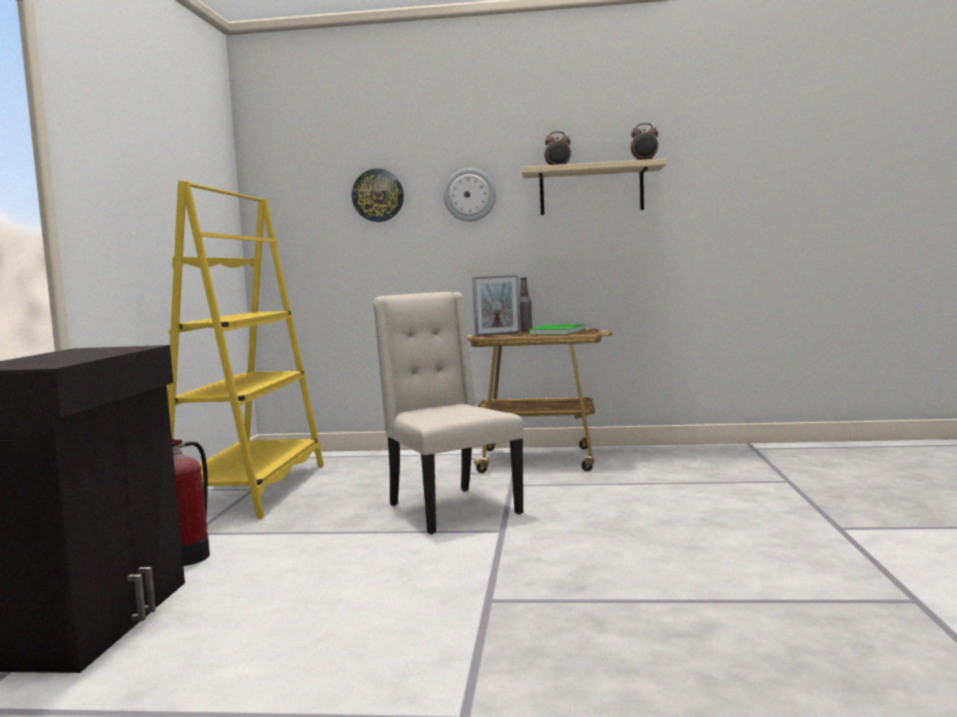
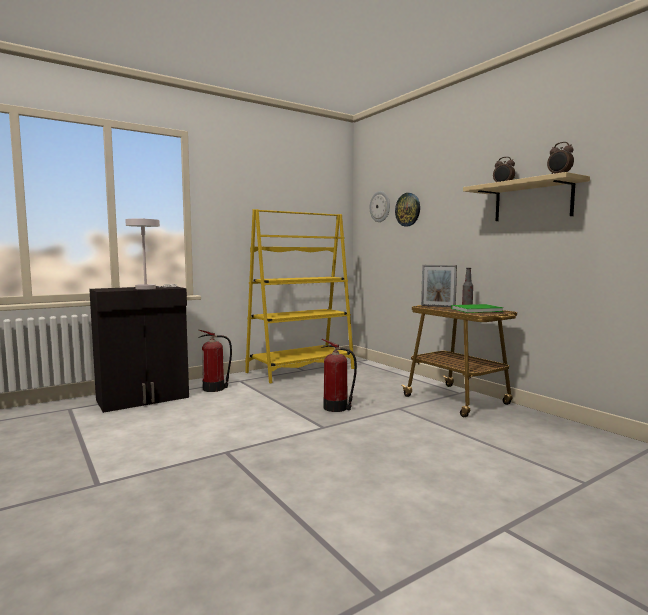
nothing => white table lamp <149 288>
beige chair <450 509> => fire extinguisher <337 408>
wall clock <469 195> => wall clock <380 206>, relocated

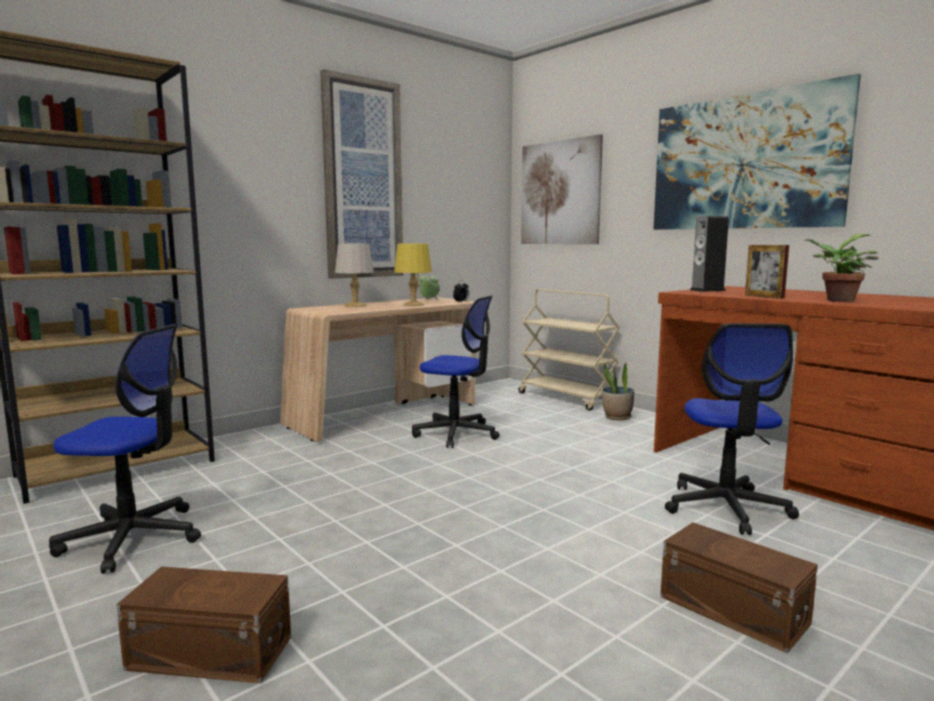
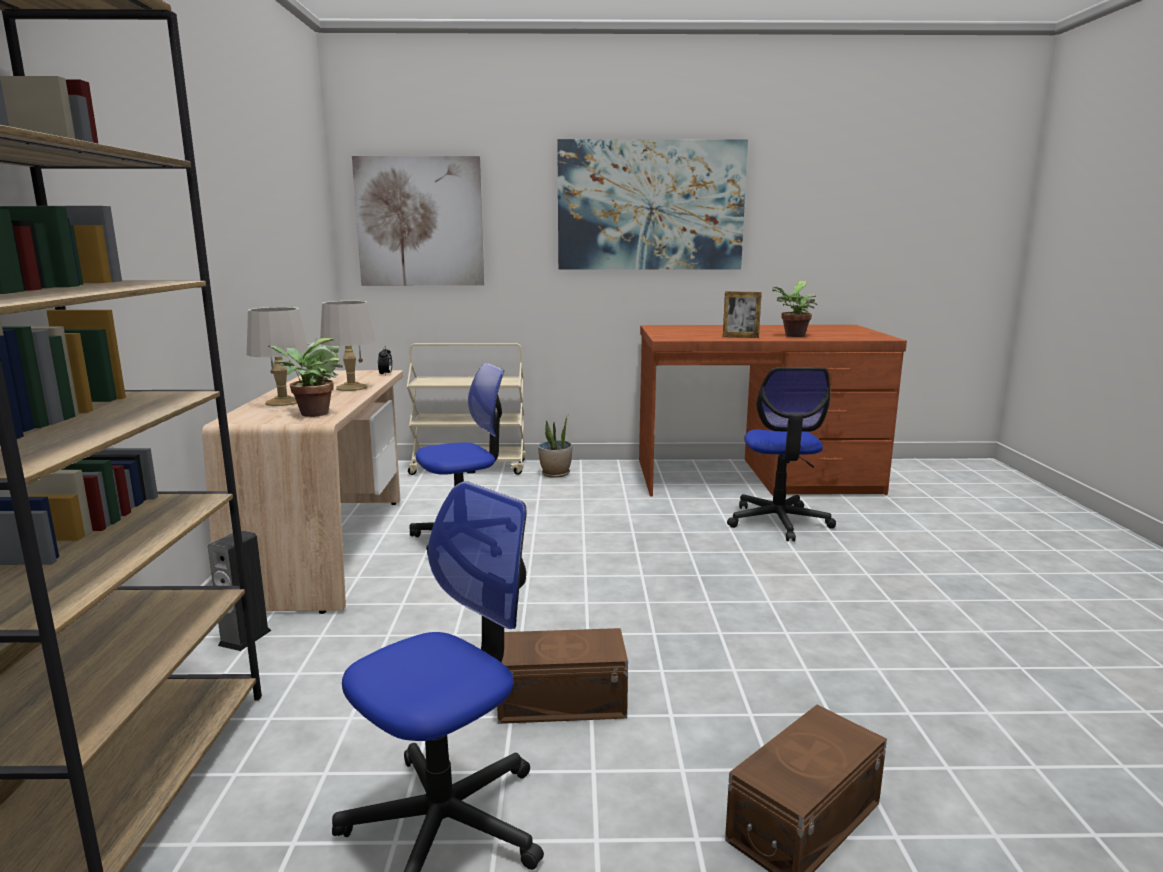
speaker <707 290> => speaker <245 638>, relocated
nothing => potted plant <310 414>
yellow table lamp <413 304> => grey table lamp <351 387>
brown storage box <732 608> => brown storage box <559 700>, relocated
office chair <726 508> => office chair <778 522>, 45 degrees clockwise
picture <362 180> => nothing

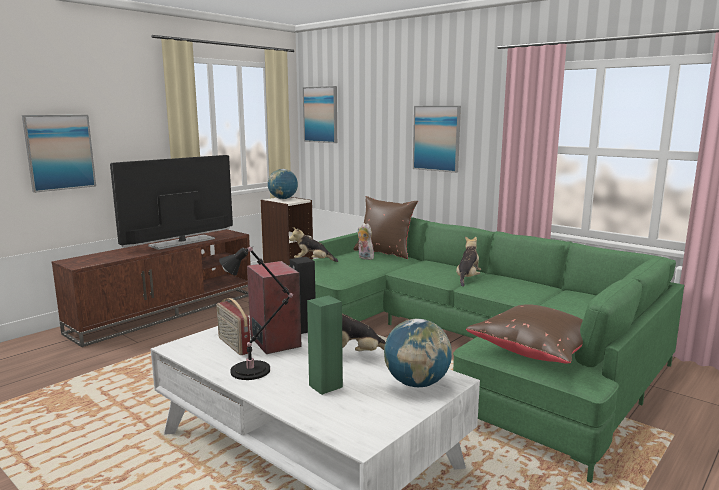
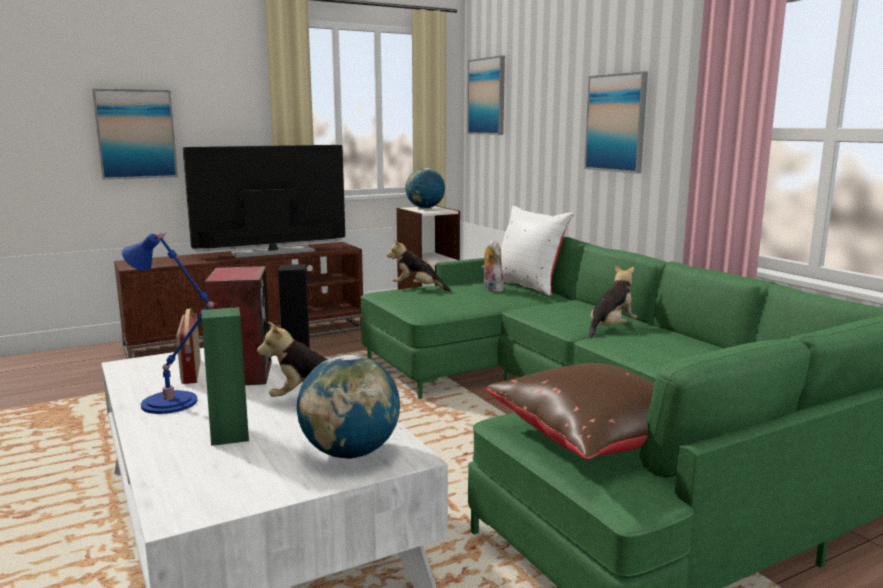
black table lamp <254 370> => blue table lamp <173 404>
brown pillow <384 252> => white pillow <528 285>

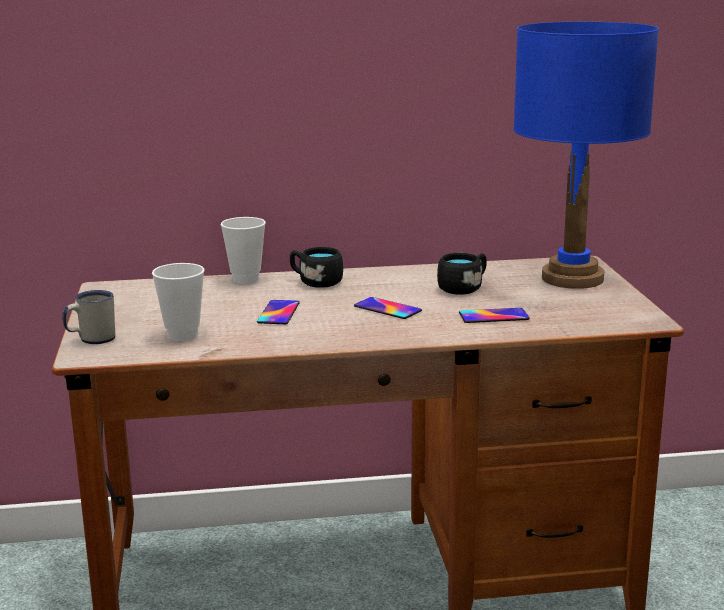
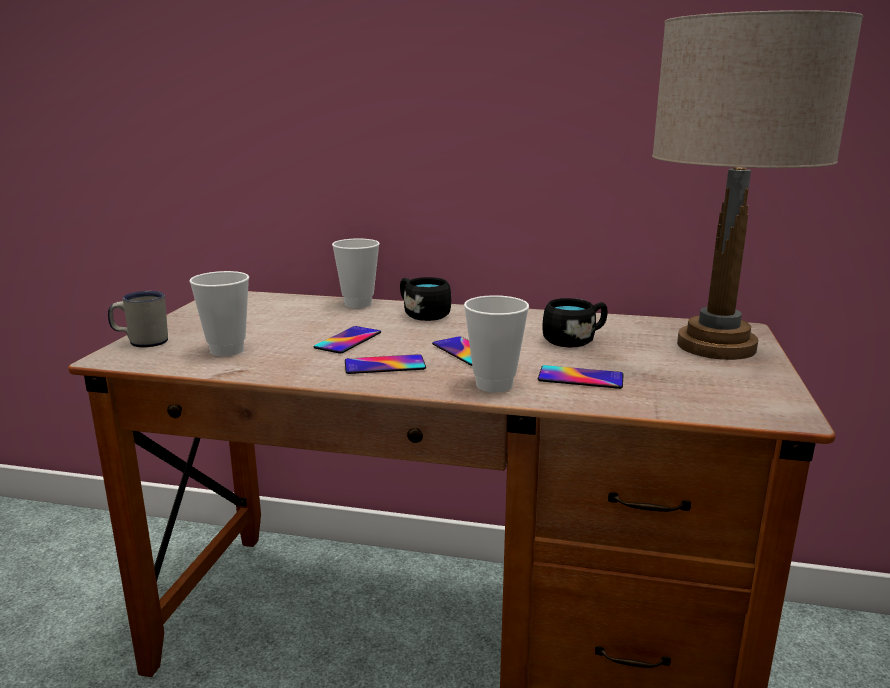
nothing => phone <384 365>
nothing => cup <494 385>
blue table lamp <573 279> => beige table lamp <716 346>

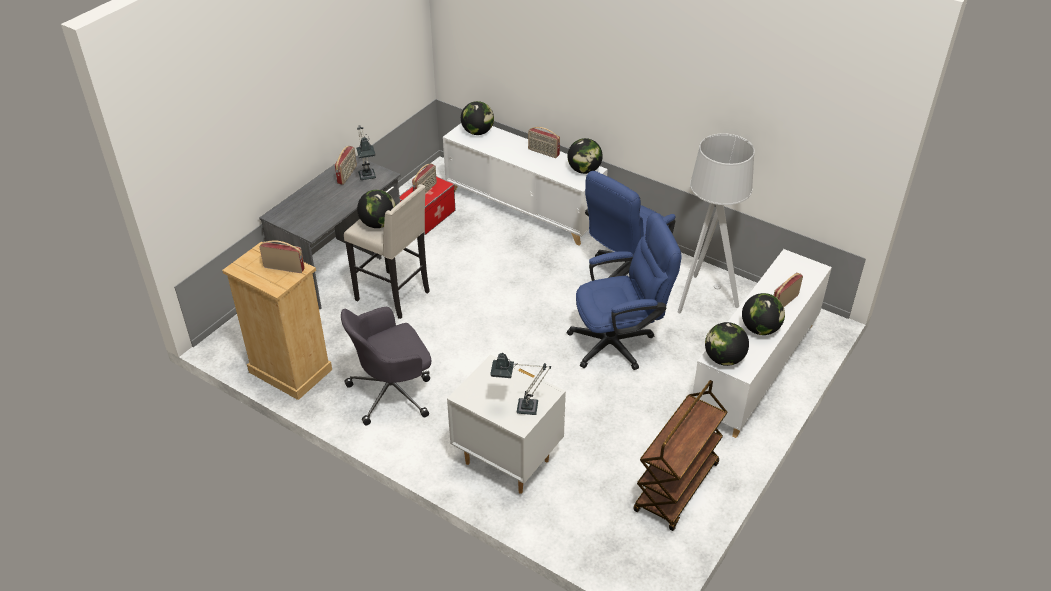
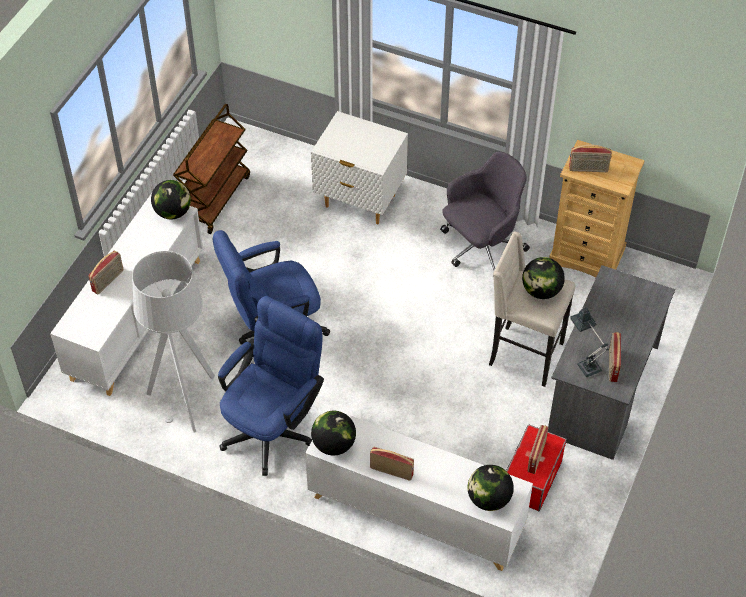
table lamp <521 407> => nothing
globe <760 329> => nothing

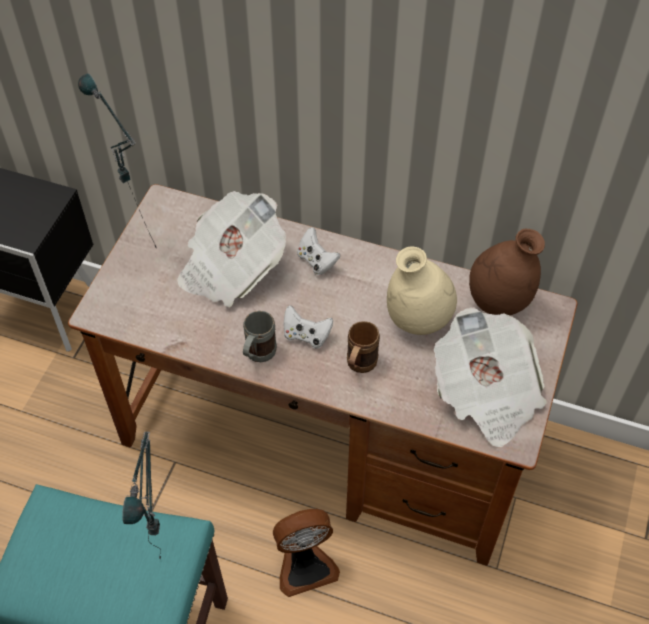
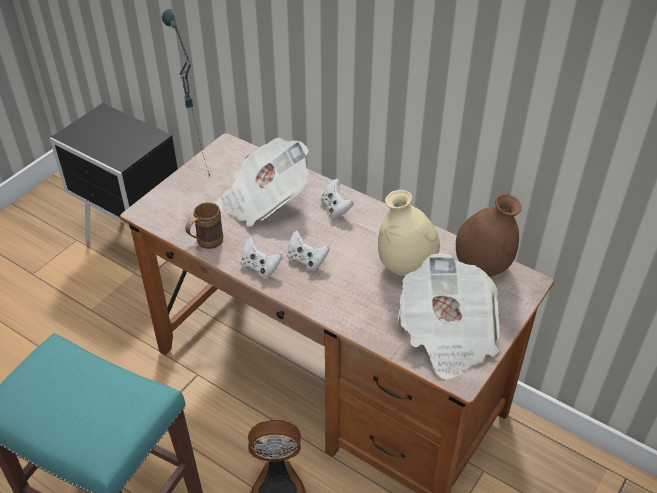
brown mug <358 367> => brown mug <205 244>, relocated
grey mug <257 356> => white game controller <260 267>
table lamp <170 571> => nothing

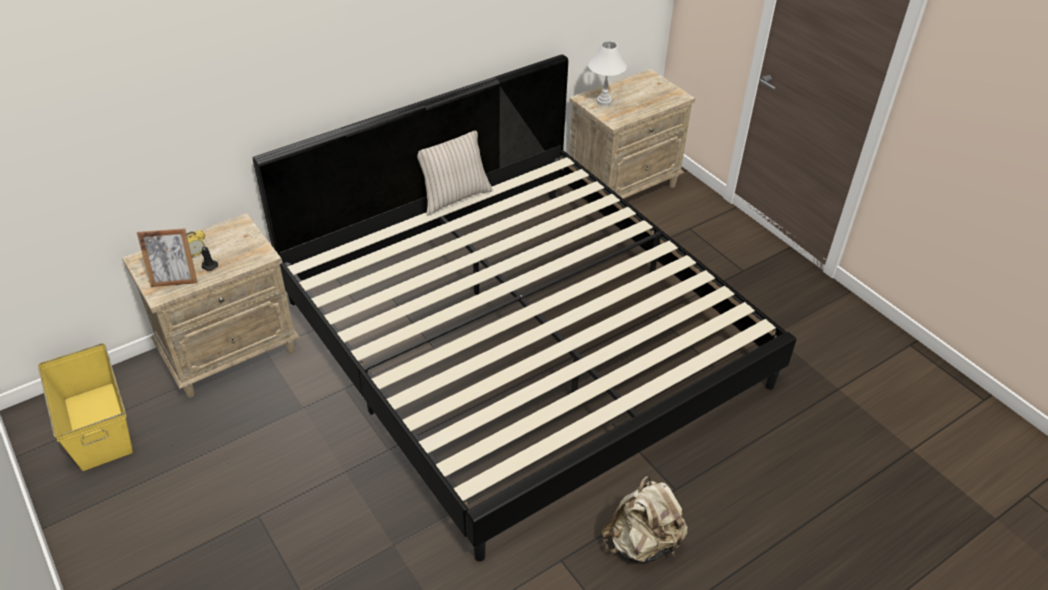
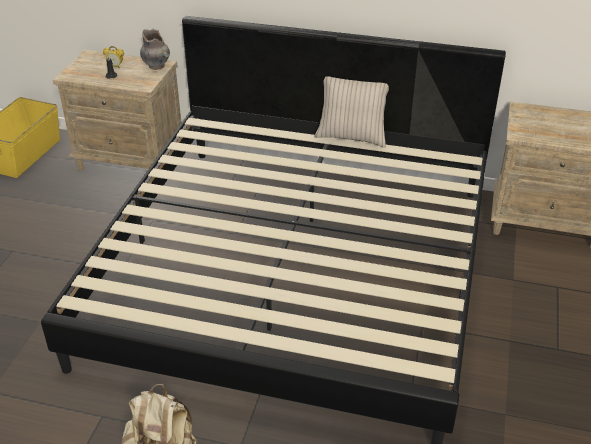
nothing => grey vase <157 66>
picture frame <175 280> => nothing
white table lamp <603 101> => nothing

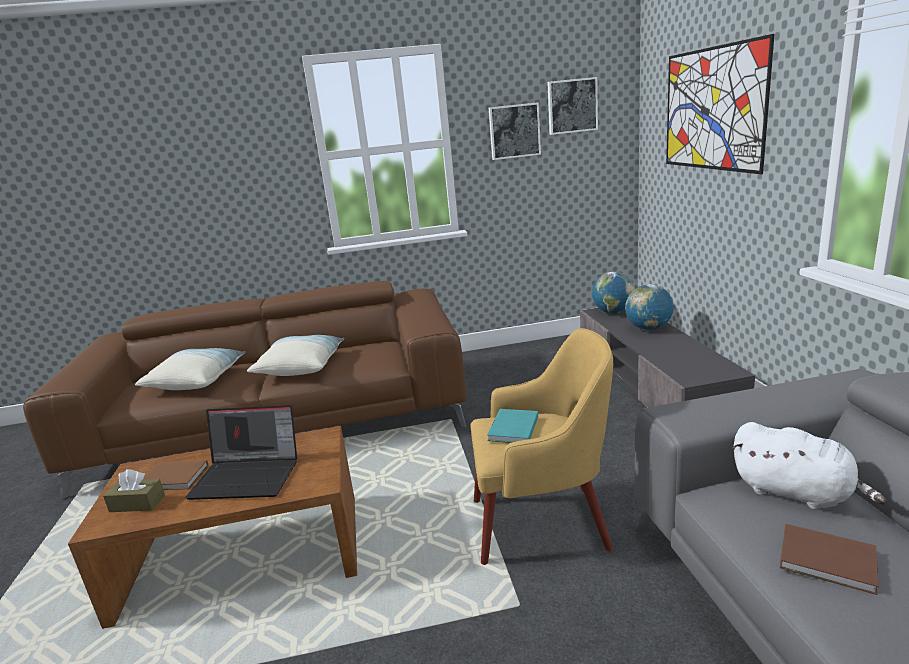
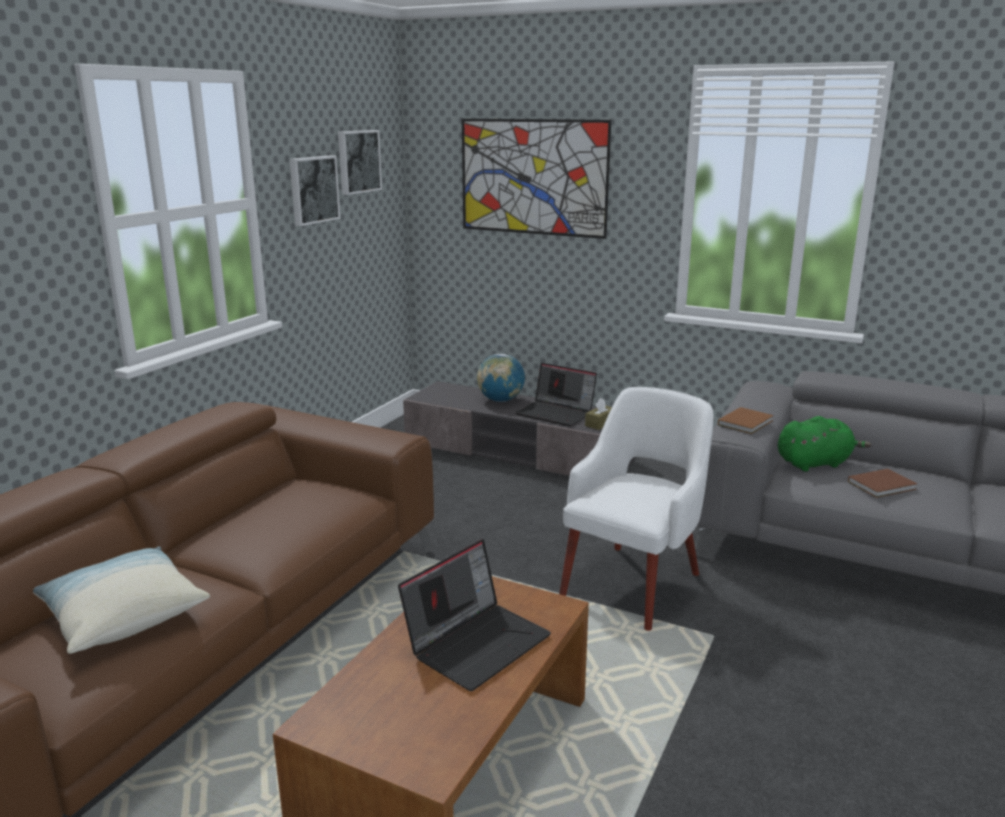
nothing => laptop <556 413>
yellow armchair <543 523> => white armchair <634 583>
brown tissue box <137 503> => brown tissue box <600 423>, relocated
brown book <175 478> => brown book <746 422>, relocated
white plush toy <796 493> => green plush toy <815 463>
pillow <301 367> => nothing
turquoise book <512 429> => nothing
globe <613 312> => nothing

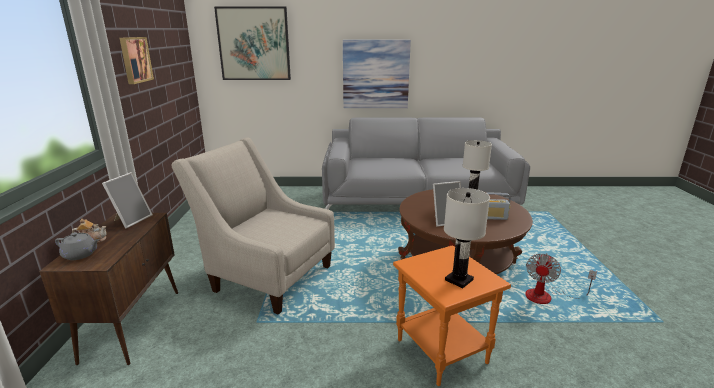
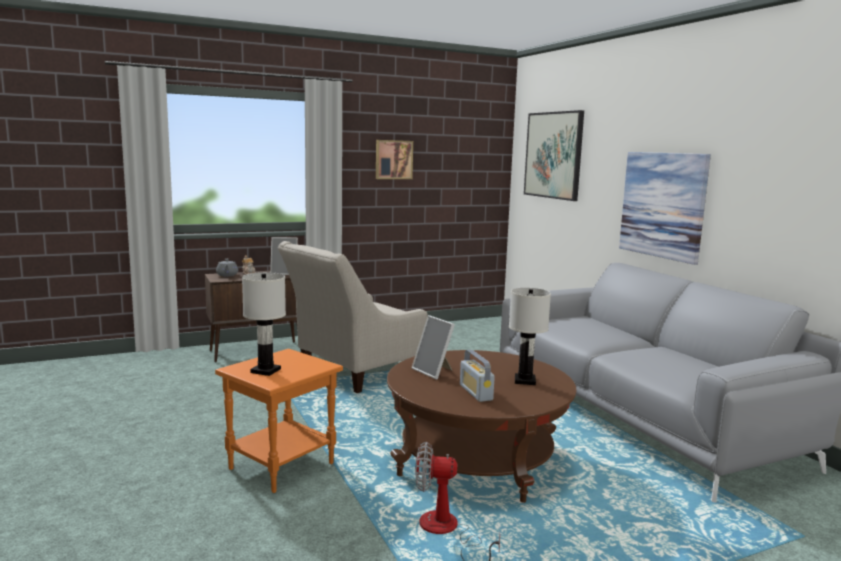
beige armchair <266 276> => beige armchair <353 373>, 135 degrees counterclockwise

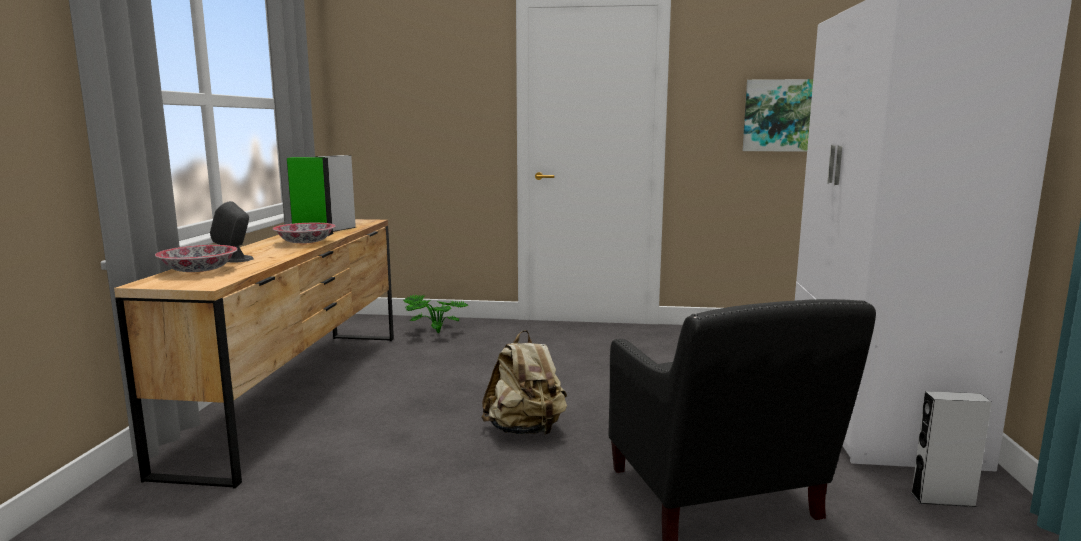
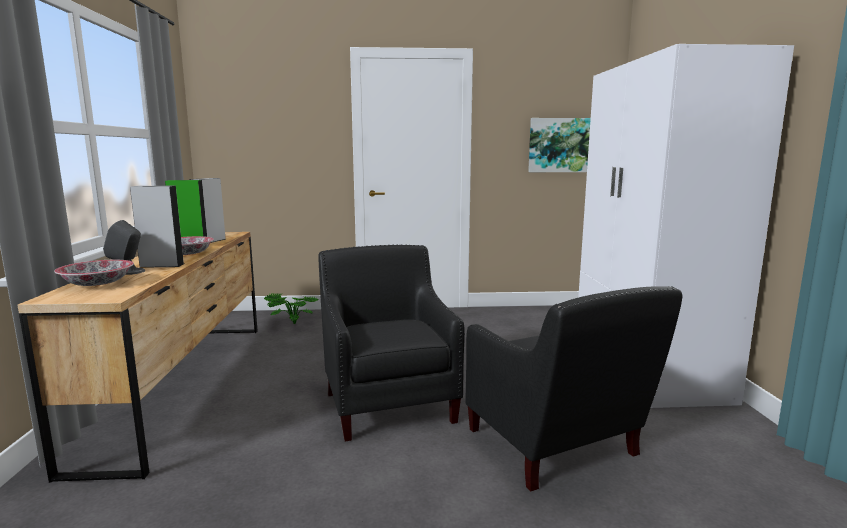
grey speaker <942 499> => grey speaker <162 265>, relocated
beige backpack <525 430> => black armchair <389 402>

